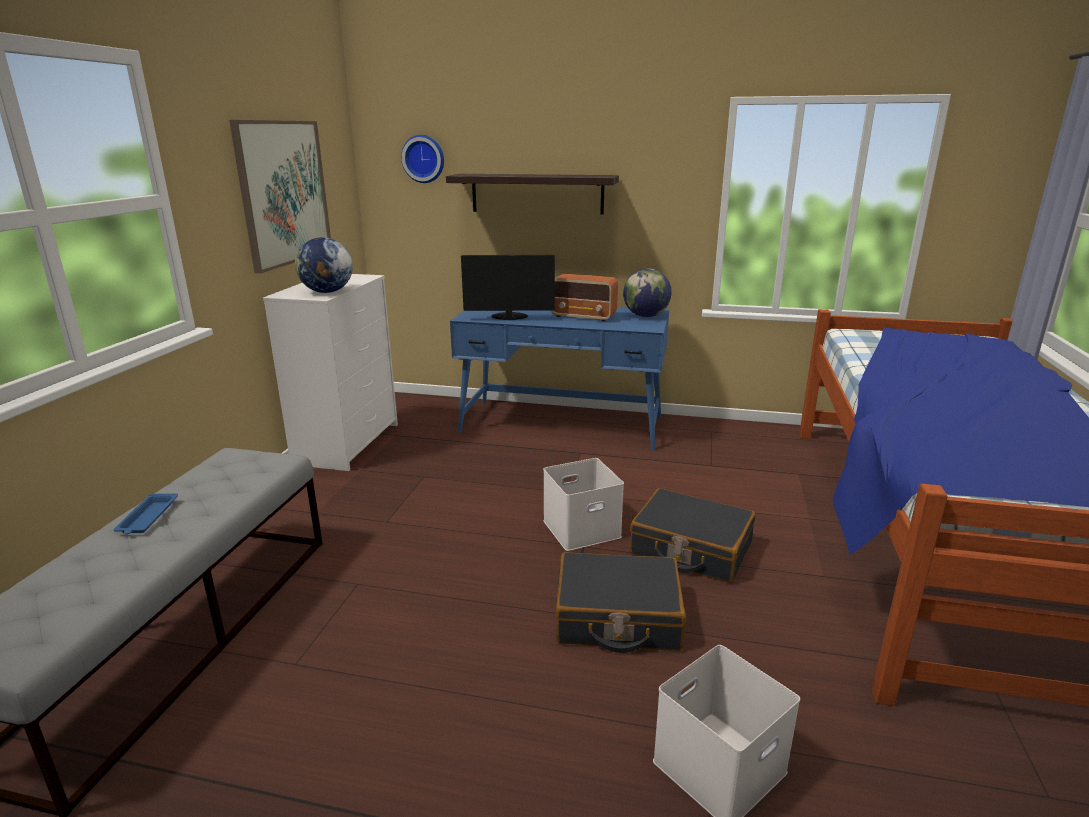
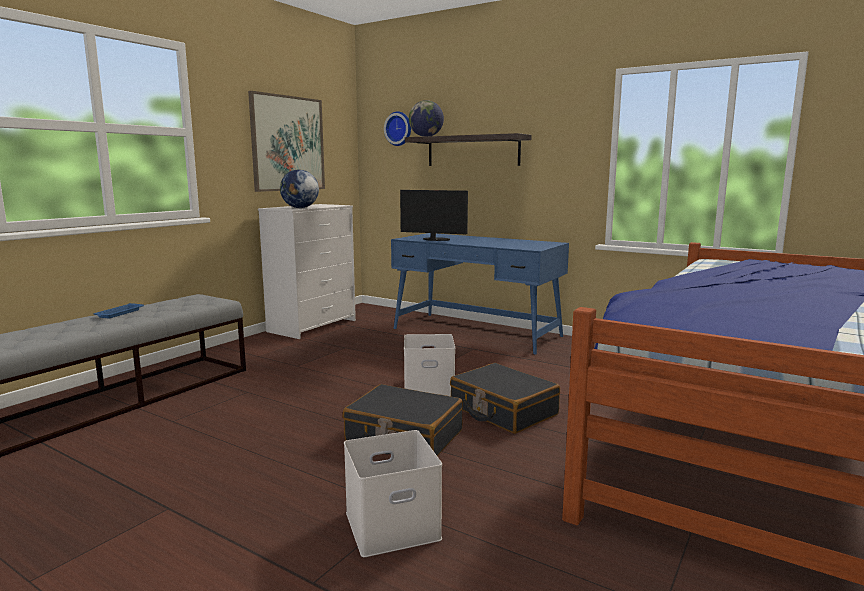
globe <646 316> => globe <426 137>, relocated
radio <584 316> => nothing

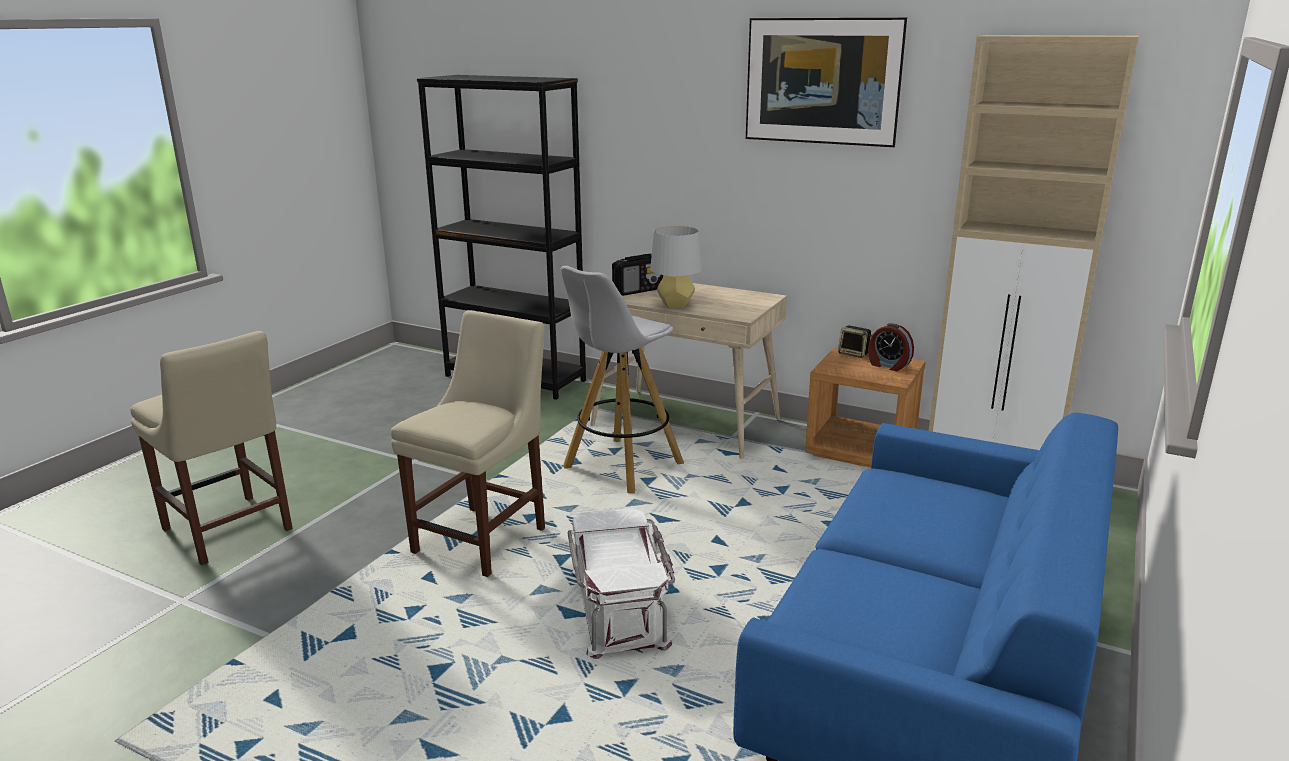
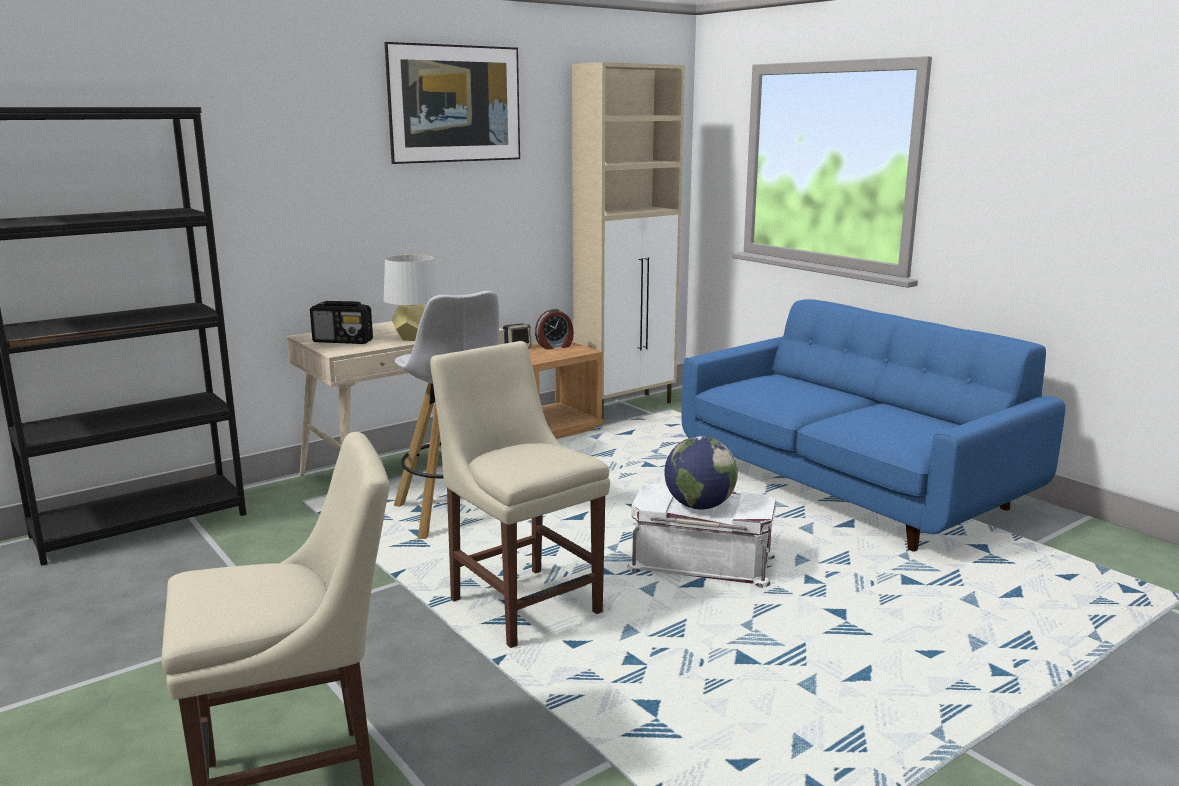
radio <638 290> => radio <343 341>, 105 degrees clockwise
nothing => globe <699 506>

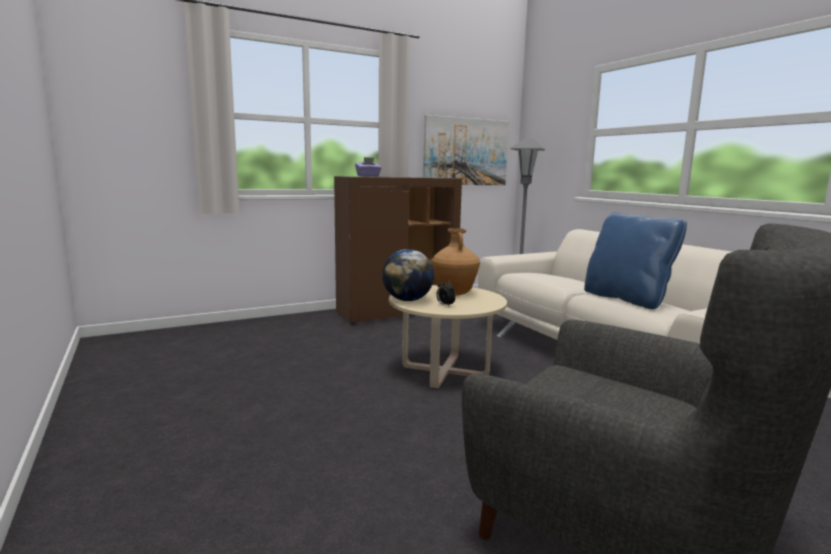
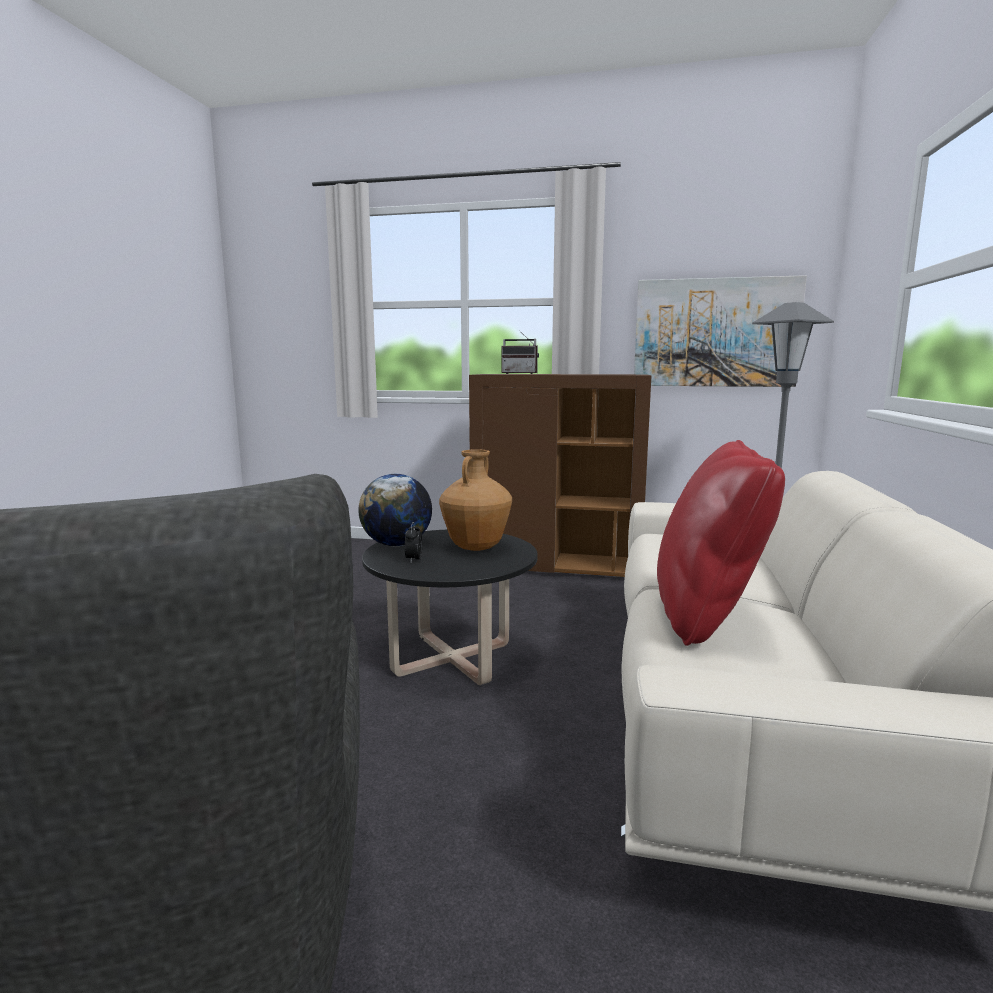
beige coffee table <445 371> => black coffee table <452 658>
purple tissue box <368 176> => radio <520 373>
blue pillow <627 299> => red pillow <707 615>

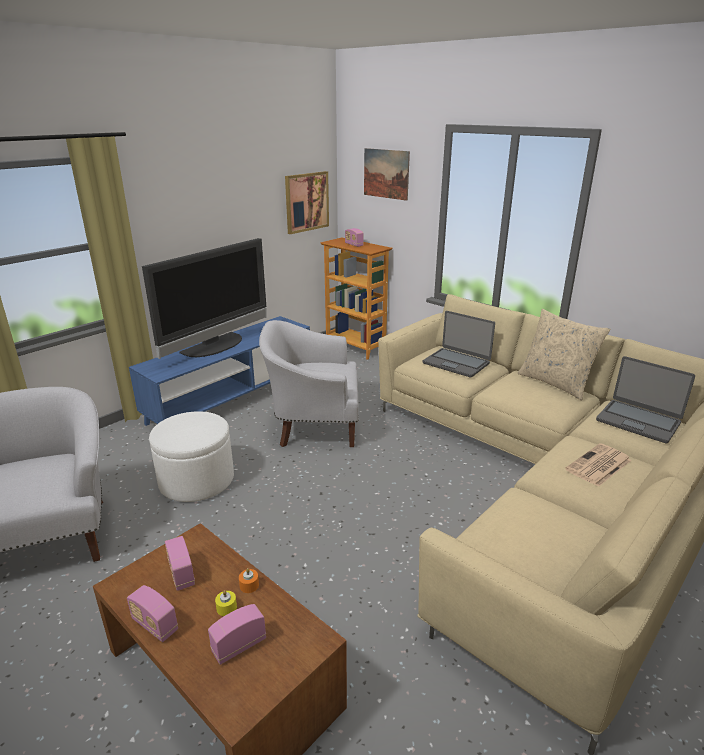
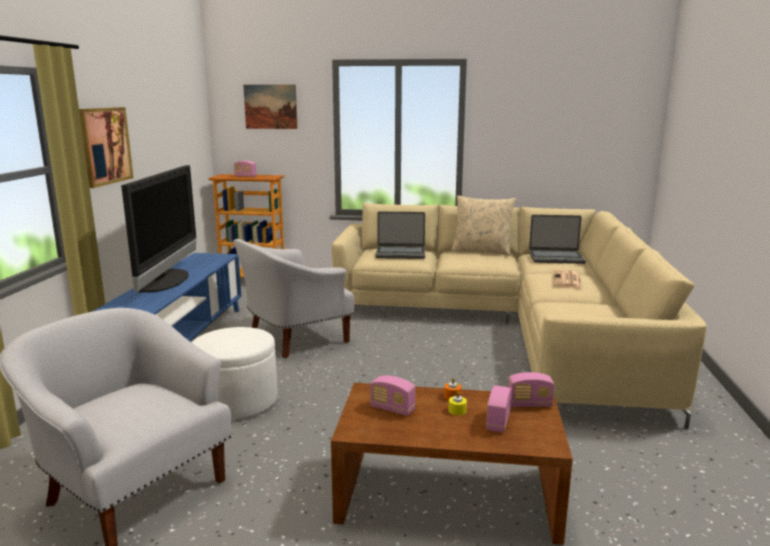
picture <306 202> => picture <105 146>, relocated
radio <155 625> => radio <529 404>, relocated

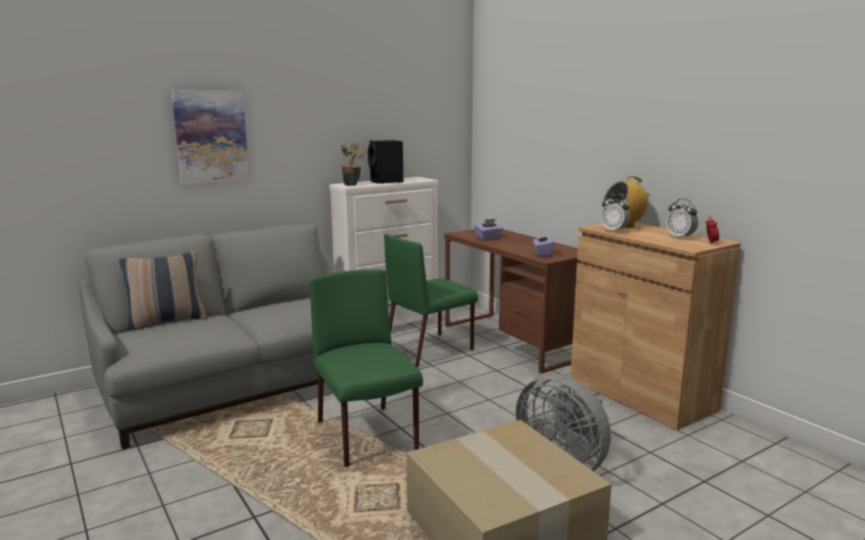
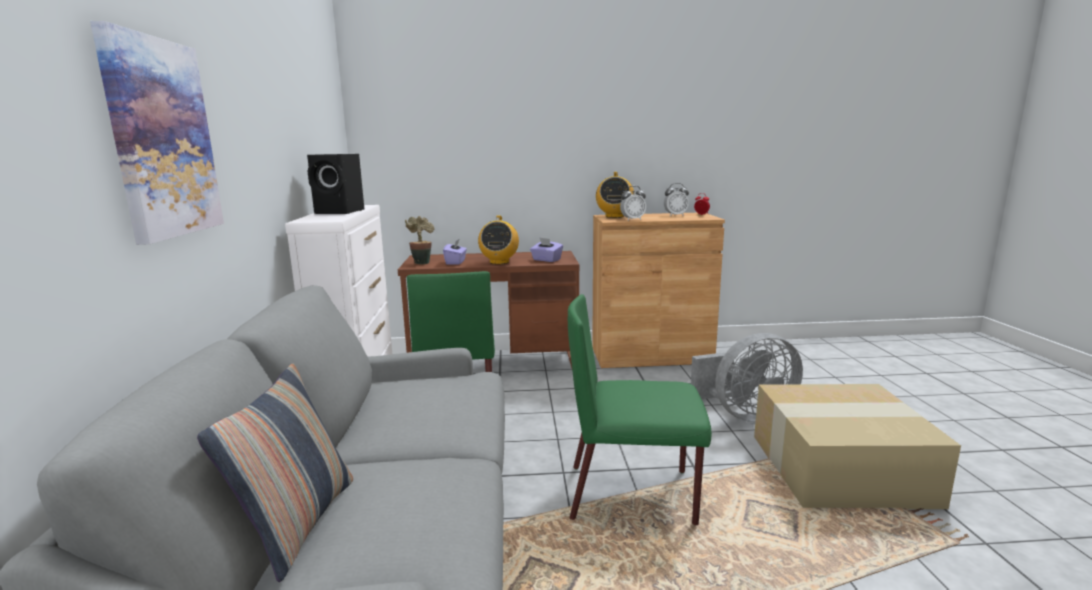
potted plant <352 184> => potted plant <421 262>, relocated
nothing => radio <499 262>

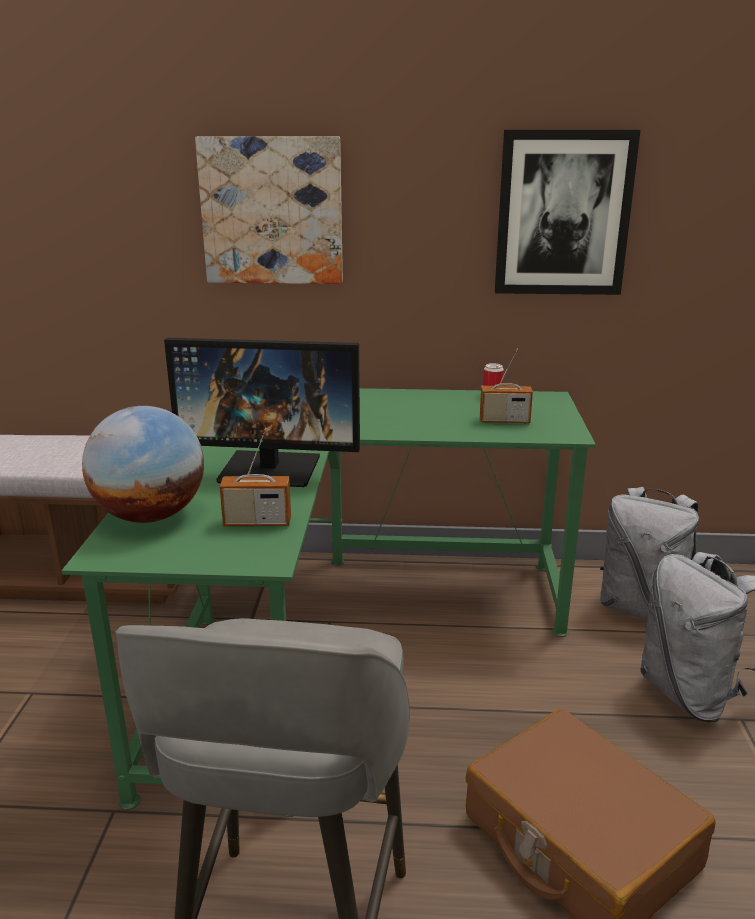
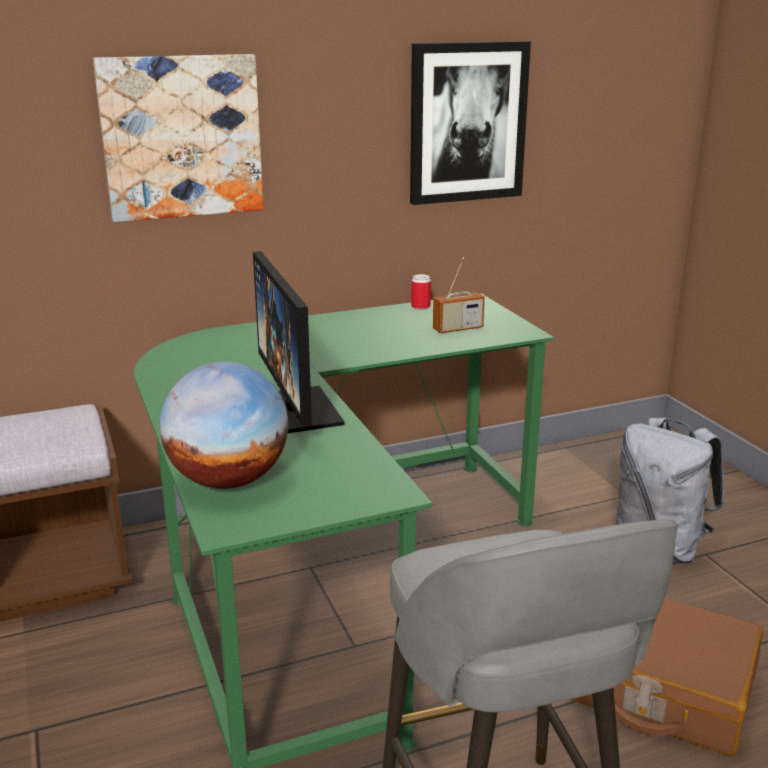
monitor <271 469> => monitor <294 411>, 90 degrees clockwise
radio <257 522> => nothing
grey backpack <641 608> => nothing

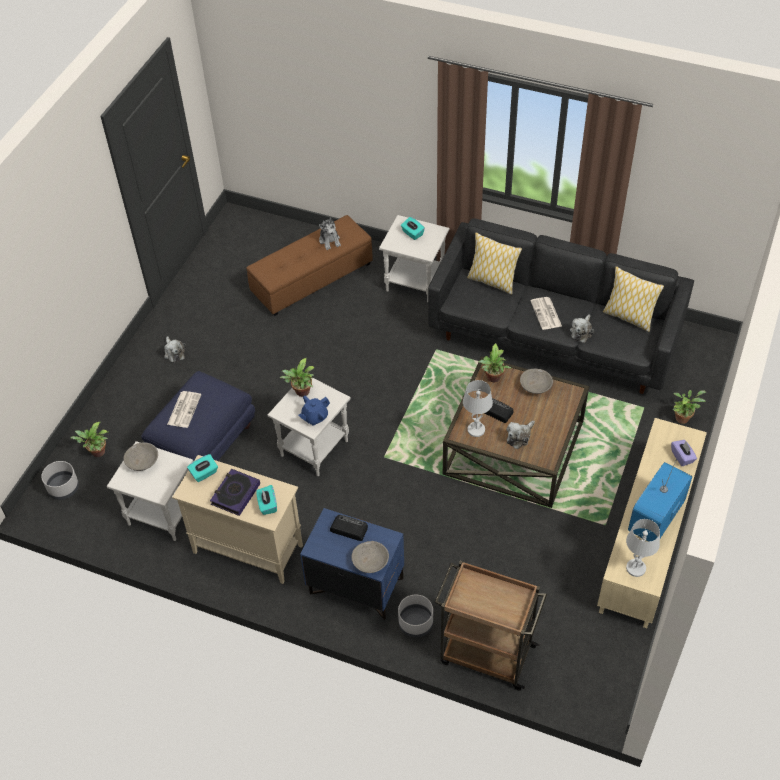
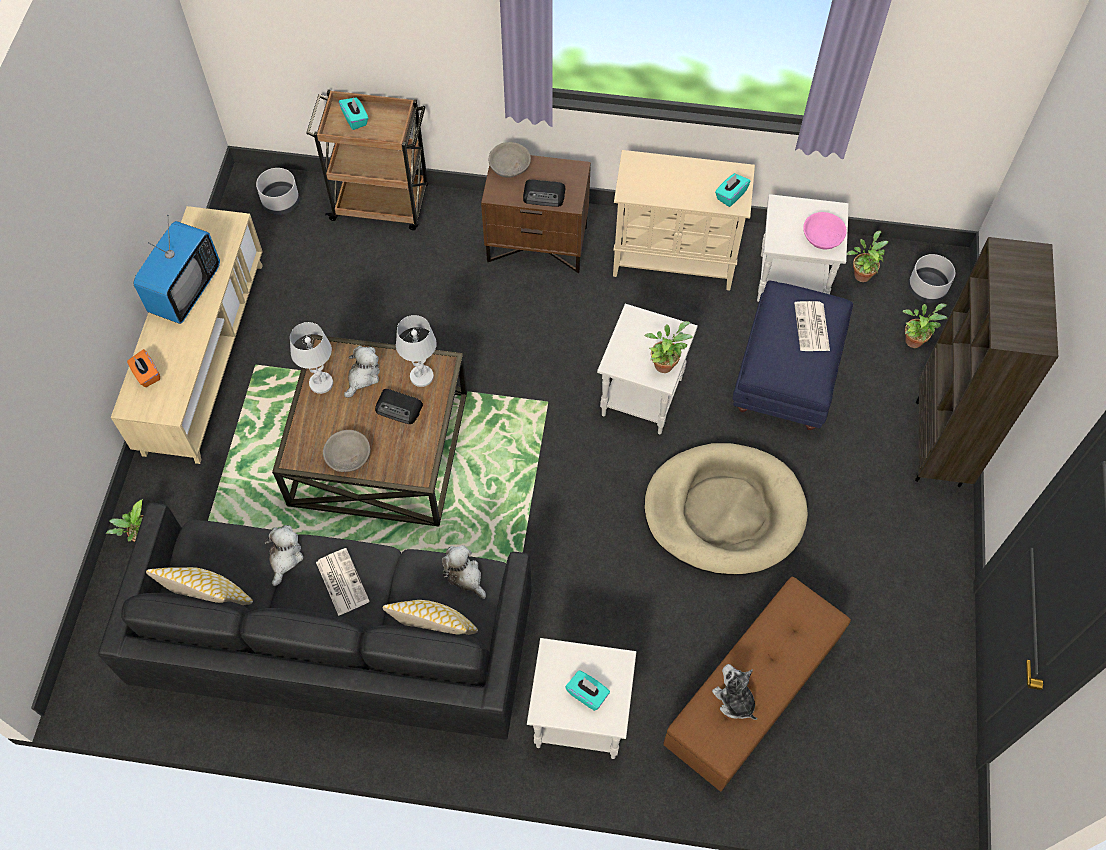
purple tissue box <682 457> => orange tissue box <146 374>
grey planter <415 624> => grey planter <281 202>, relocated
white table lamp <636 568> => white table lamp <321 383>, relocated
turquoise tissue box <267 505> => turquoise tissue box <355 119>, relocated
plush toy <174 352> => plush toy <465 576>, relocated
blue nightstand <355 587> => brown nightstand <537 243>
nothing => beige dog bed <724 512>
grey bowl <142 462> => pink bowl <822 237>
potted plant <493 379> => potted plant <862 273>, relocated
nothing => brown bookcase <939 444>
book <235 494> => nothing
blue teapot <314 417> => nothing

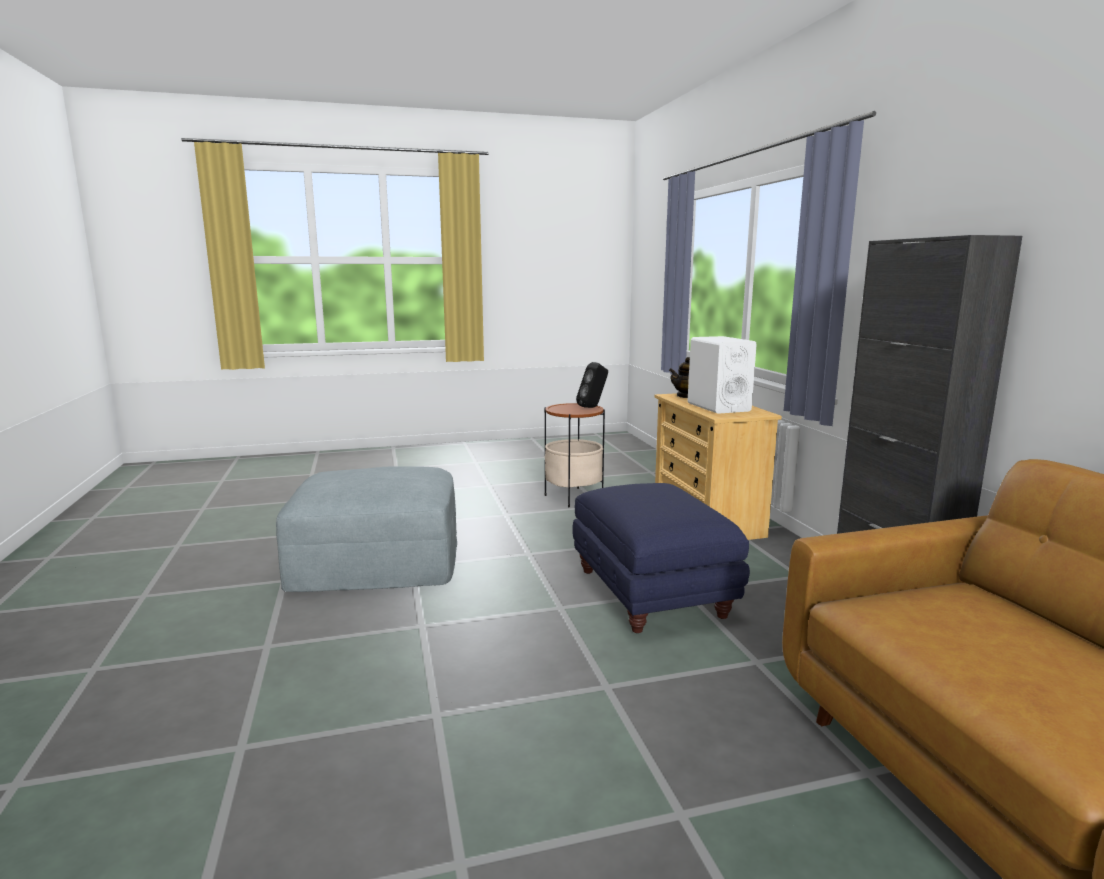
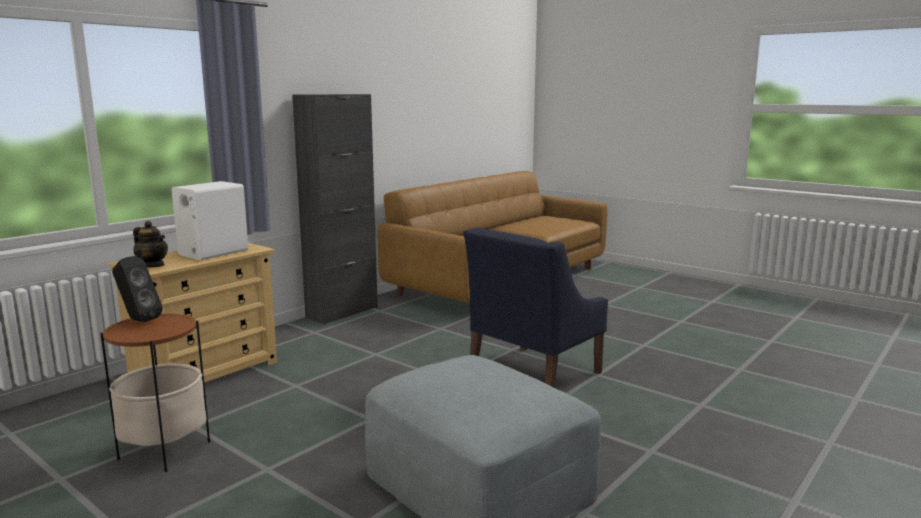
nothing => blue armchair <532 373>
blue ottoman <652 595> => nothing

